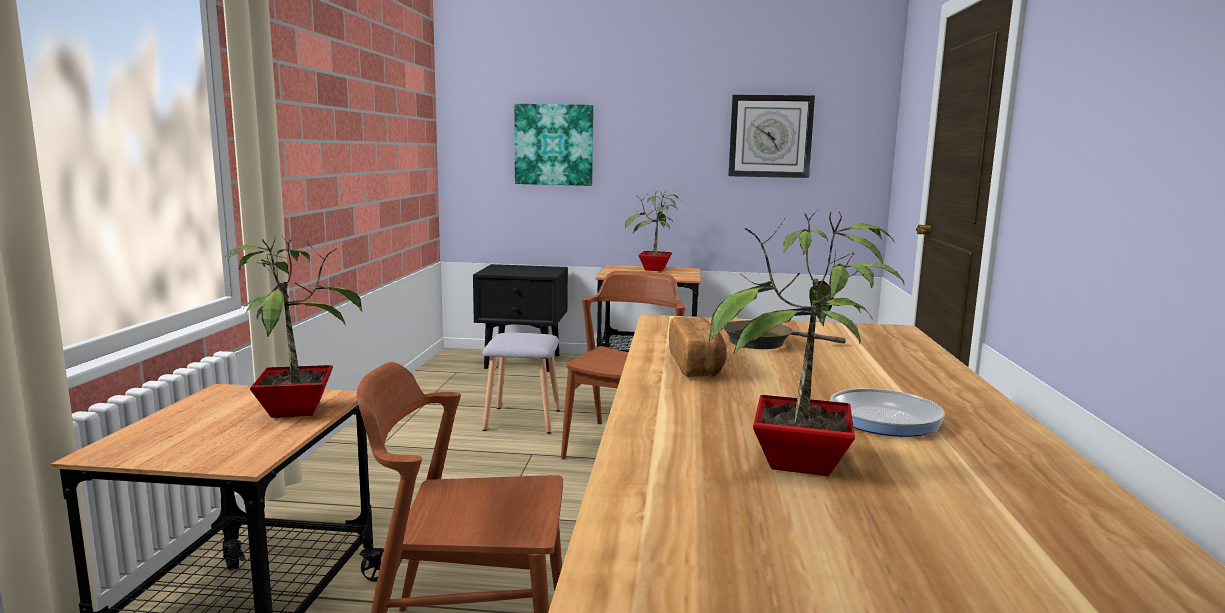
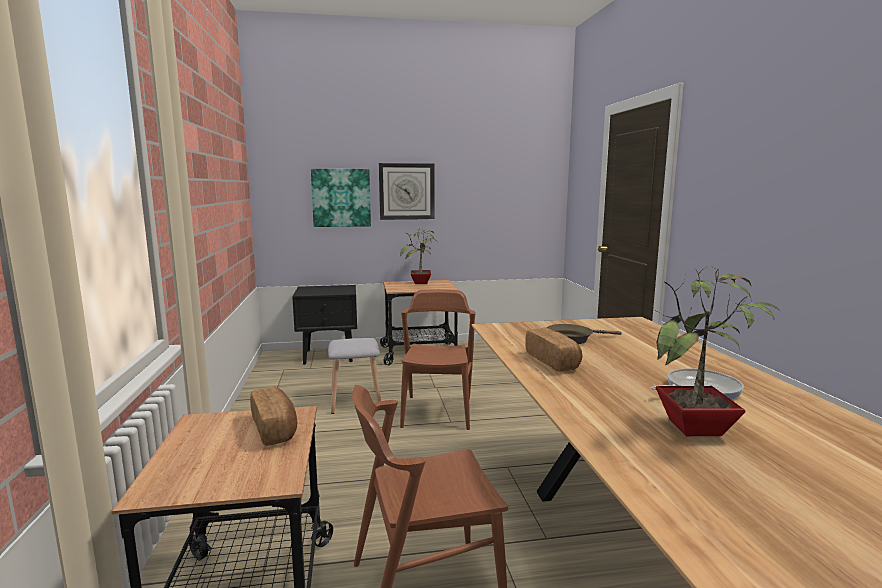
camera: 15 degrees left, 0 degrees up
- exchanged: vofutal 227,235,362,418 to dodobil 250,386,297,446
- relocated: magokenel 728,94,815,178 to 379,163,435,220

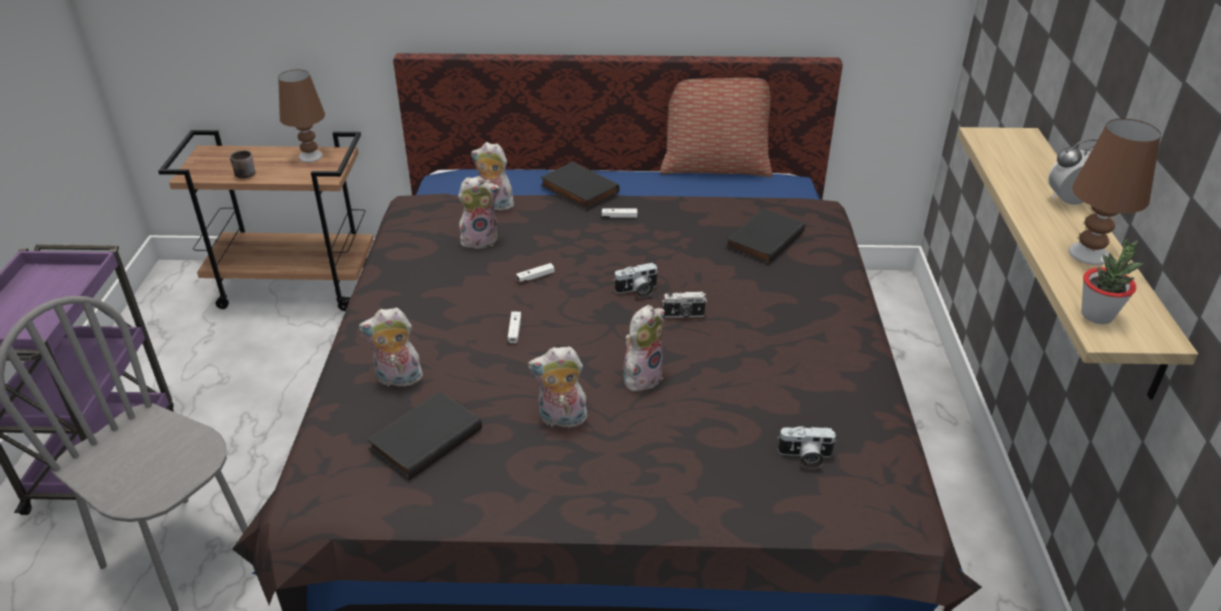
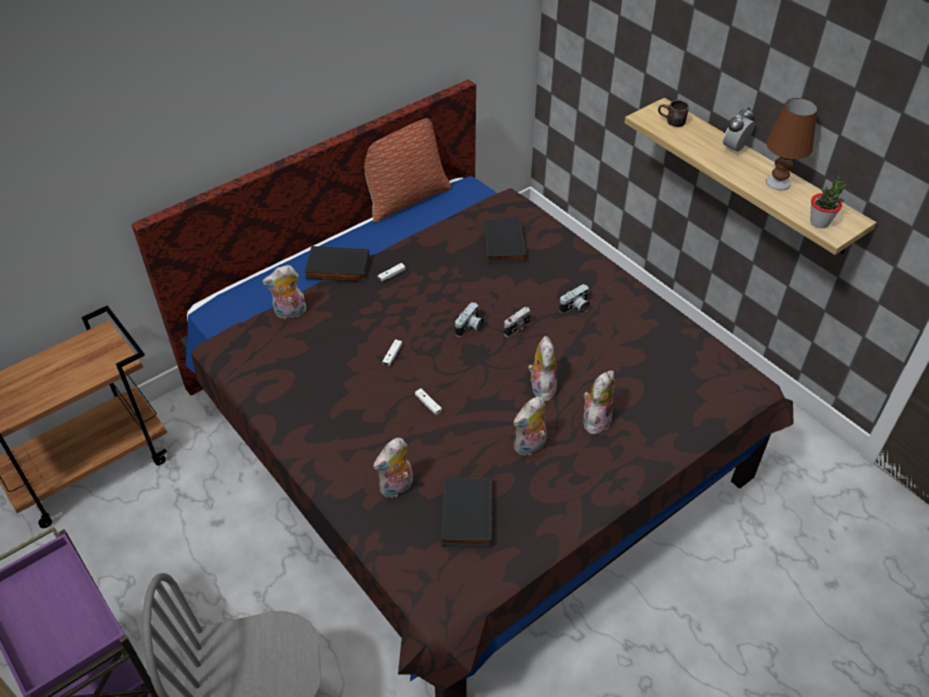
camera: 40 degrees left, 10 degrees up
- relocated: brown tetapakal 230,150,256,179 to 658,100,689,127
- missing: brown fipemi 278,70,325,162
- relocated: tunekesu 458,176,500,249 to 583,371,615,435
- relocated: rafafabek 778,426,837,469 to 559,284,590,314

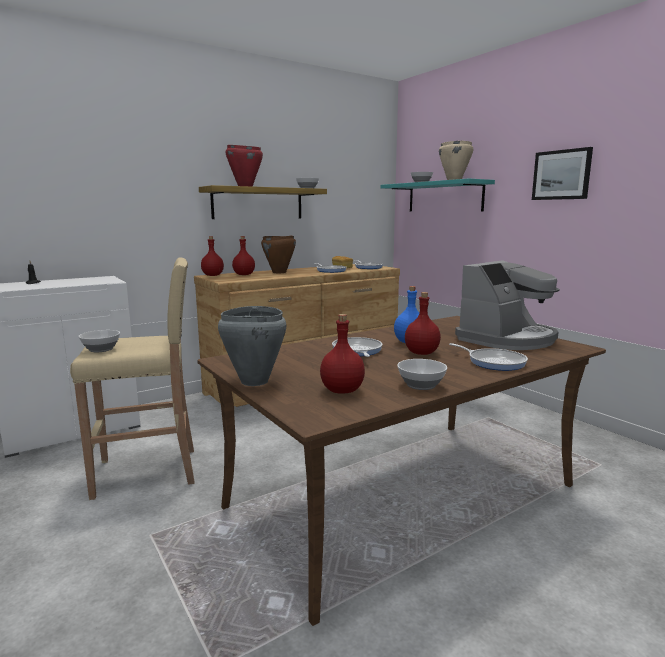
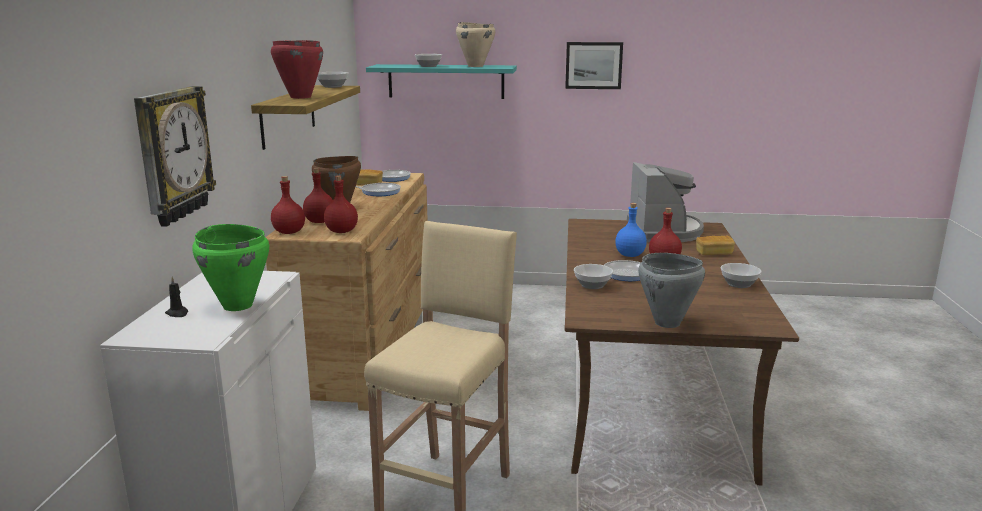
camera: 50 degrees left, 5 degrees up
- relocated: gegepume 78,330,120,352 to 574,264,613,289
- relocated: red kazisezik 320,314,365,394 to 324,175,358,233
- exchanged: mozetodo 449,343,528,371 to dodobil 696,236,735,255
- appeared: magokenel 134,86,216,227
- appeared: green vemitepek 192,224,269,311

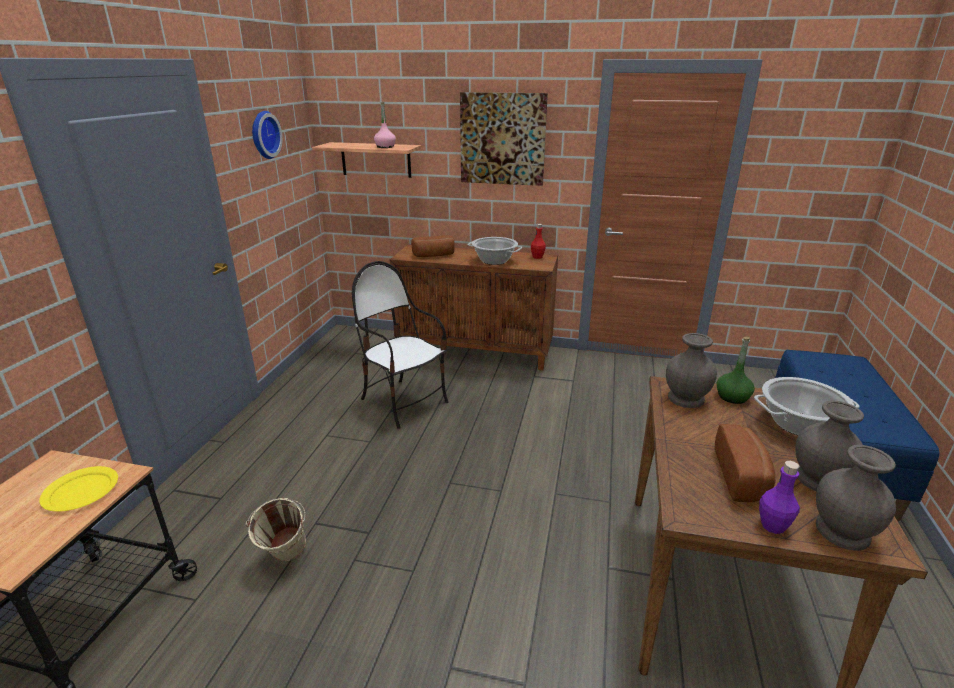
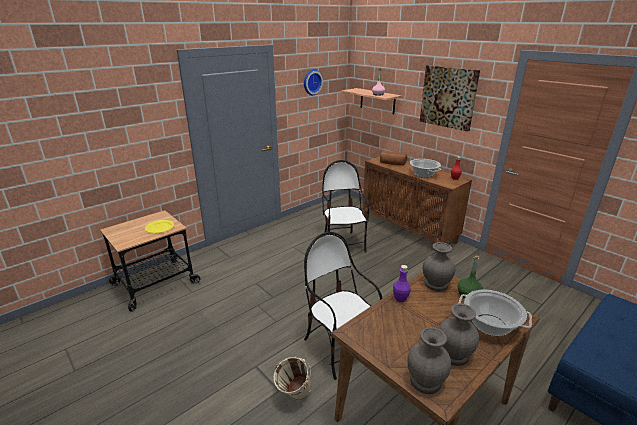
camera: 35 degrees right, 0 degrees up
- relocated: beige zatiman 246,498,306,561 to 274,357,311,400
- missing: dodobil 715,424,776,502
- relocated: purple kazisezik 759,461,800,534 to 393,265,411,302
- appeared: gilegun 304,232,383,380

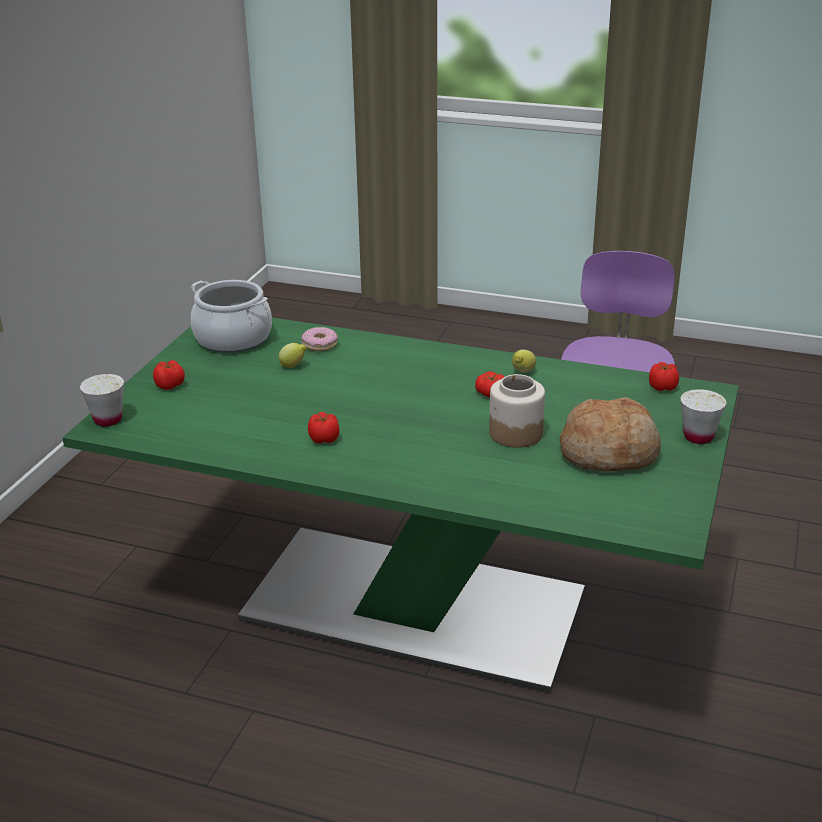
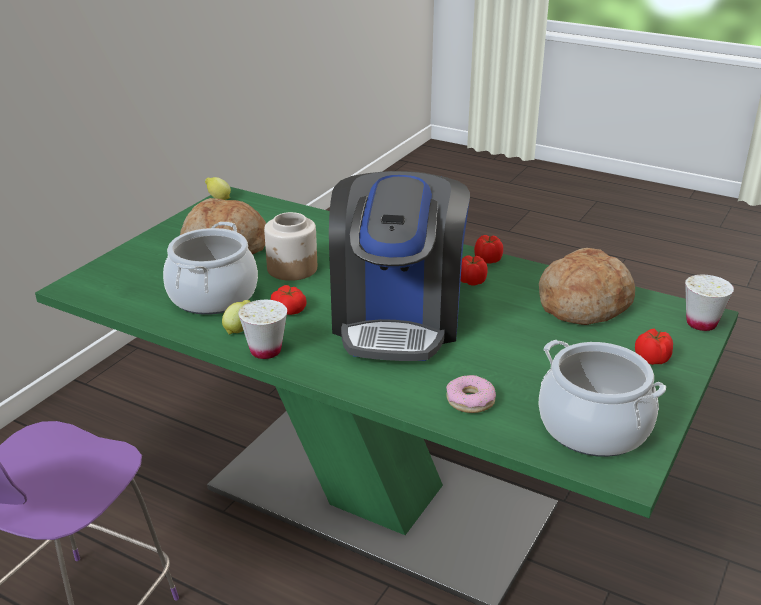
camera: 170 degrees left, 0 degrees up
- relocated: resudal 278,343,307,368 to 205,177,231,200
- relocated: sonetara 649,362,679,391 to 474,235,503,264
- relocated: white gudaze 680,389,727,444 to 238,300,287,359
- appeared: vemitepek 163,222,258,315
- appeared: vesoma 329,171,470,361
- appeared: dodobil 539,248,635,325

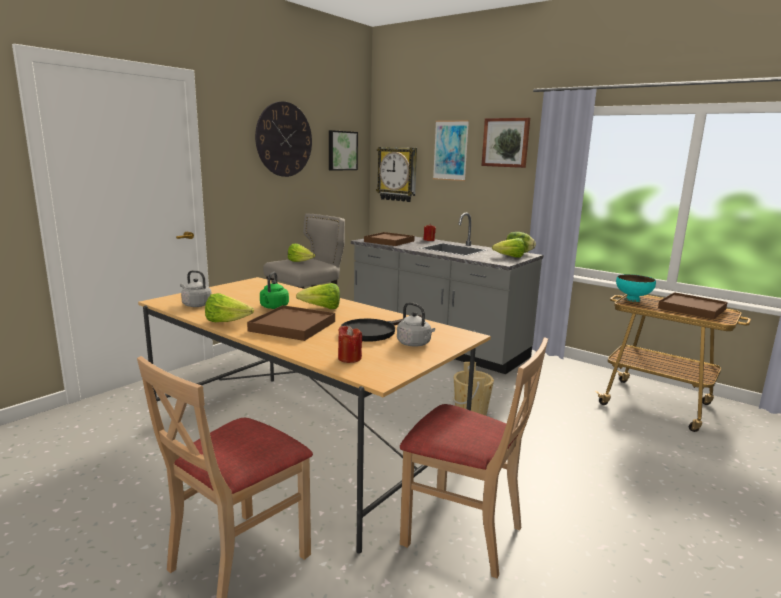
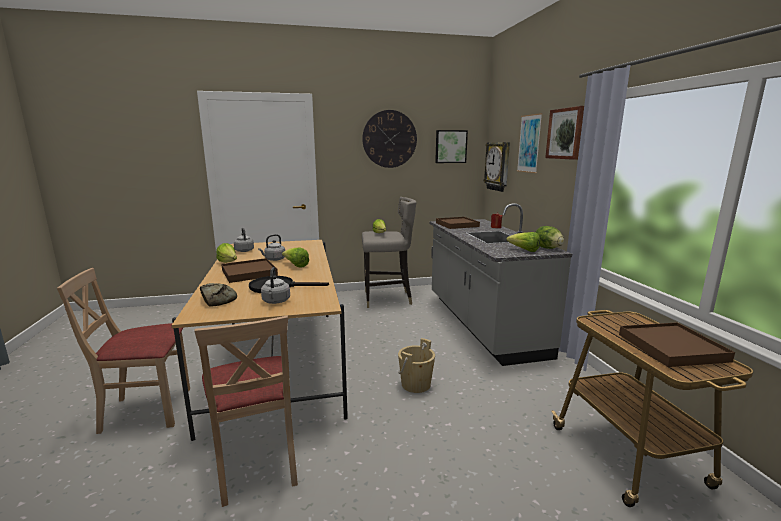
camera: 40 degrees right, 0 degrees up
- colour: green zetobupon 260,272,289,309 to grey zetobupon 258,234,285,261
- exchanged: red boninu 338,326,362,363 to dodobil 200,283,237,307
- missing: turquoise gegepume 616,274,656,302

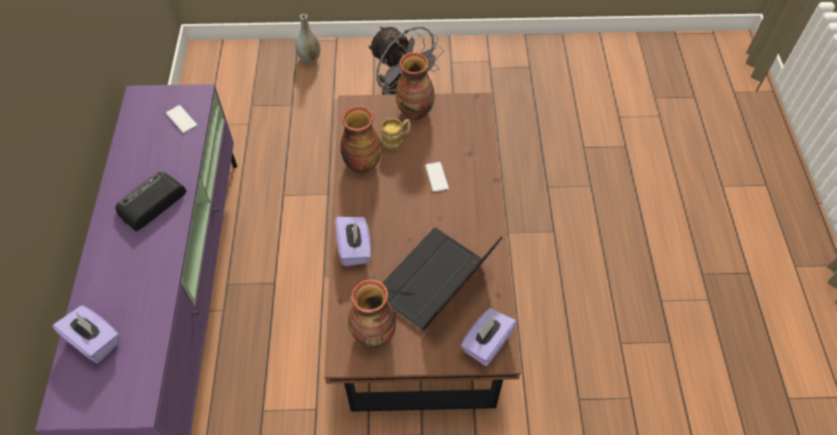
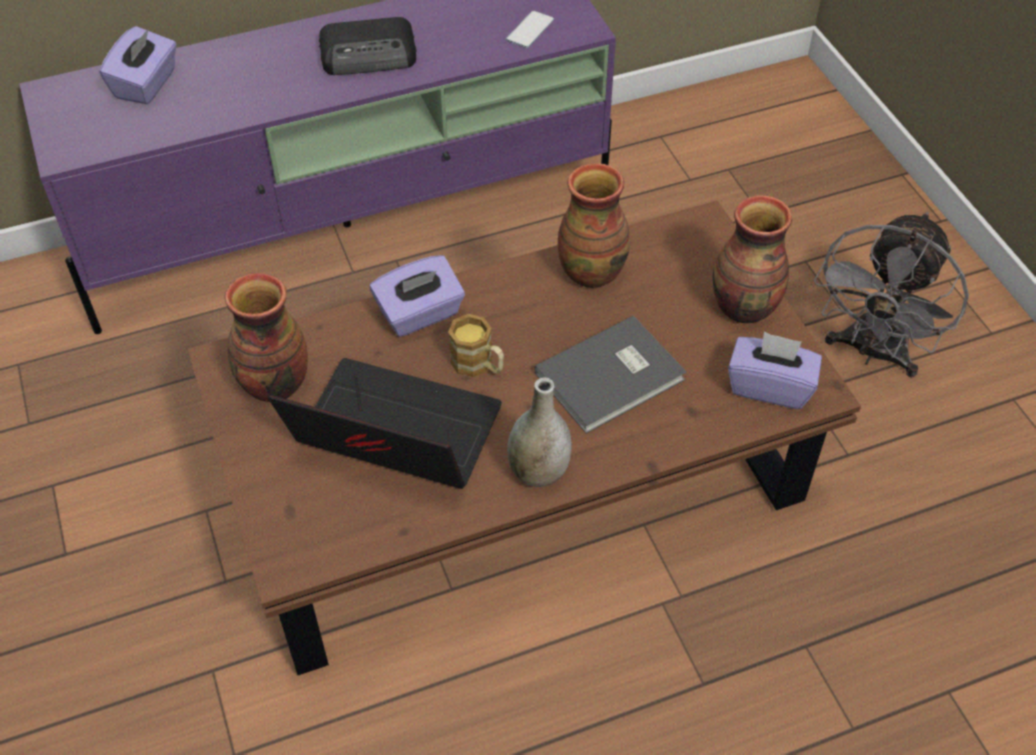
camera: 70 degrees right, 5 degrees down
- spun: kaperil 115,172,186,231 = 319,17,417,75 150 degrees clockwise
- relocated: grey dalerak 296,14,320,63 to 507,377,572,487
- relocated: tetapakal 381,117,411,150 to 448,314,504,377
- exchanged: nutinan 425,162,449,192 to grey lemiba 534,316,686,434
- relocated: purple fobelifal 460,308,517,366 to 728,332,822,409

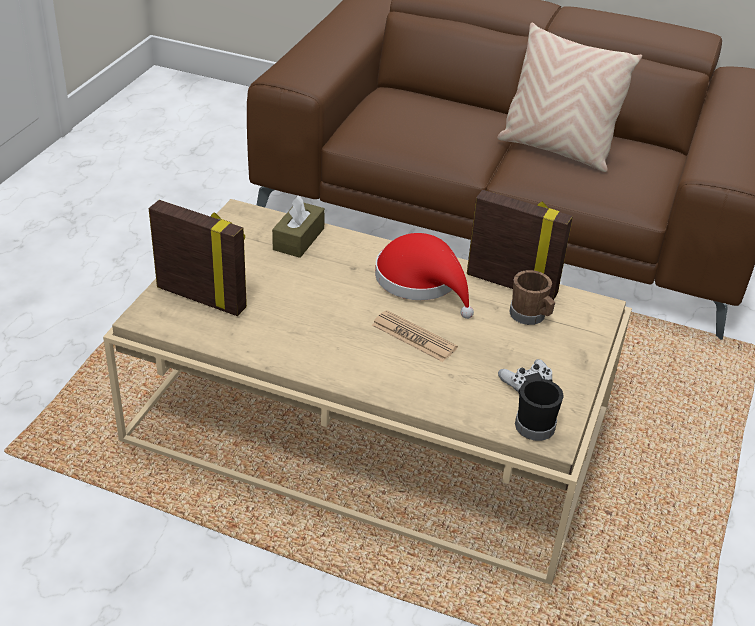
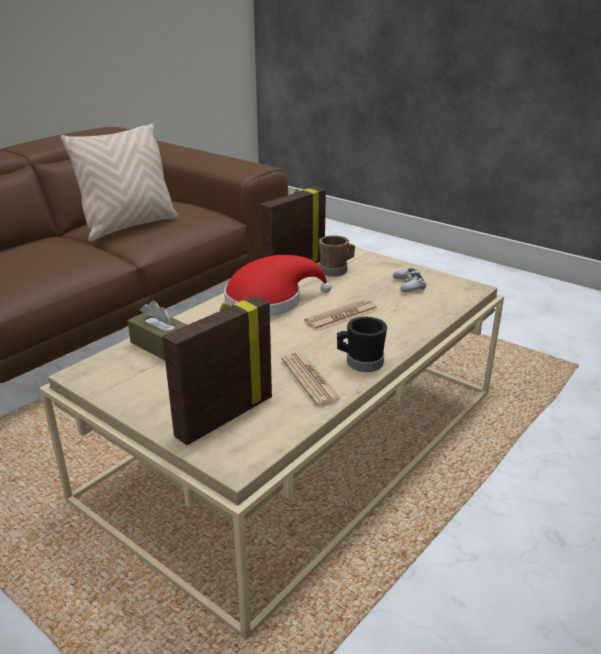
camera: 70 degrees left, 10 degrees down
- relocated: black tetapakal 515,378,564,441 to 337,317,387,372
- appeared: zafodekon 281,352,342,406

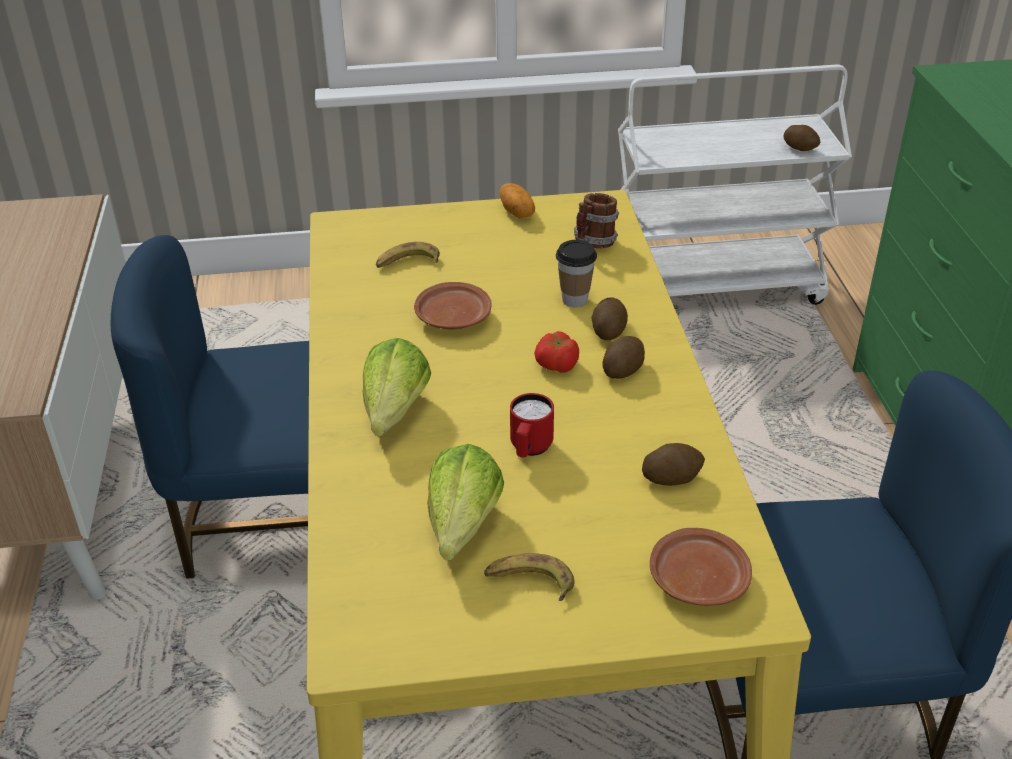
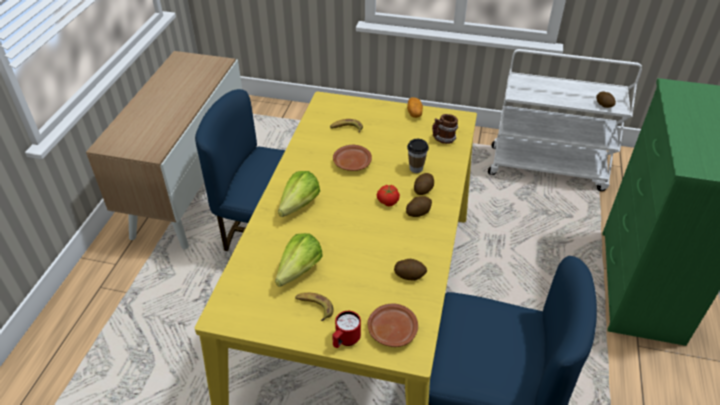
camera: 20 degrees right, 5 degrees up
- relocated: red tetapakal 510,393,554,457 to 332,311,361,348

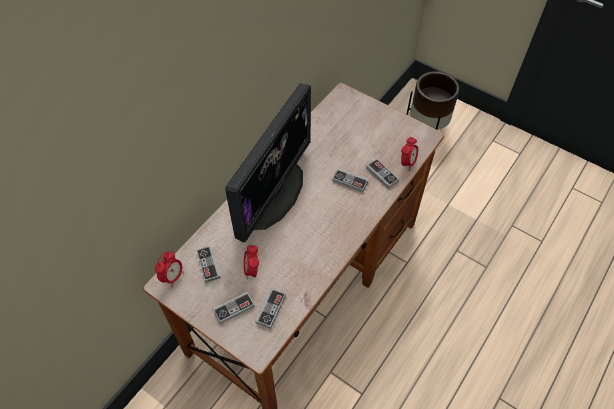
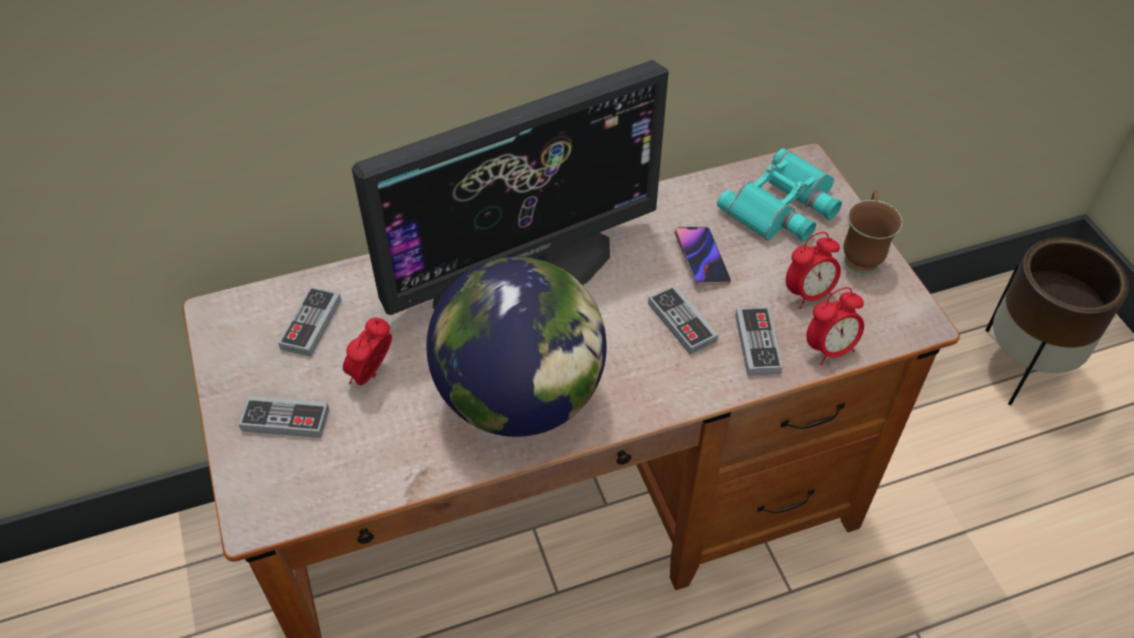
camera: 35 degrees right, 5 degrees down
- relocated: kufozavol 155,251,182,287 to 786,232,841,309
- missing: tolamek 255,289,286,329
- appeared: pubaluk 426,256,607,437
- appeared: nutinan 674,227,731,286
- appeared: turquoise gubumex 717,148,842,242
- appeared: brown tetapakal 843,190,903,274

